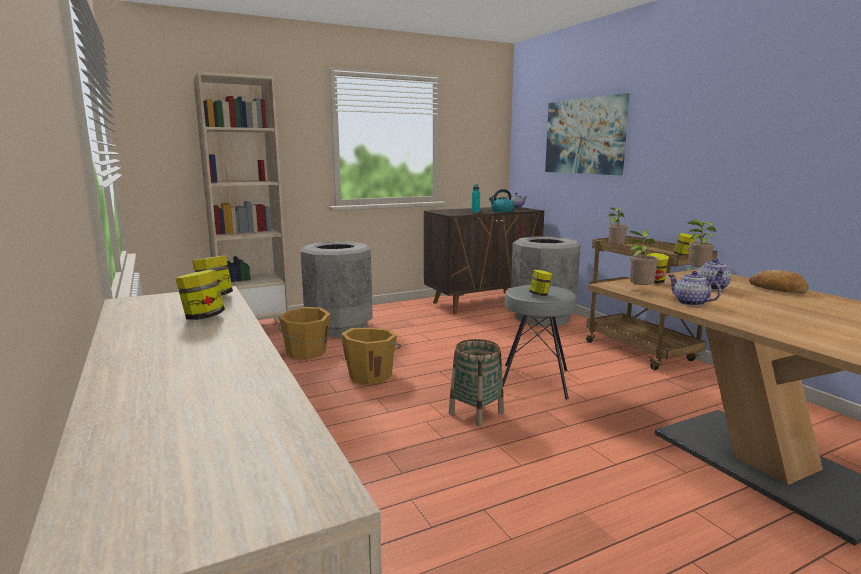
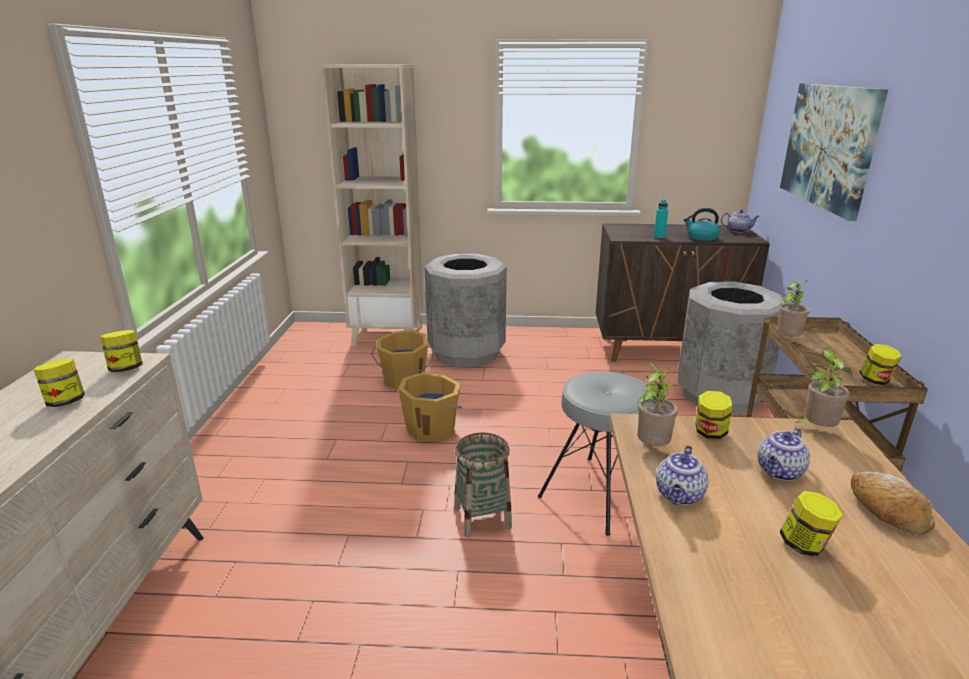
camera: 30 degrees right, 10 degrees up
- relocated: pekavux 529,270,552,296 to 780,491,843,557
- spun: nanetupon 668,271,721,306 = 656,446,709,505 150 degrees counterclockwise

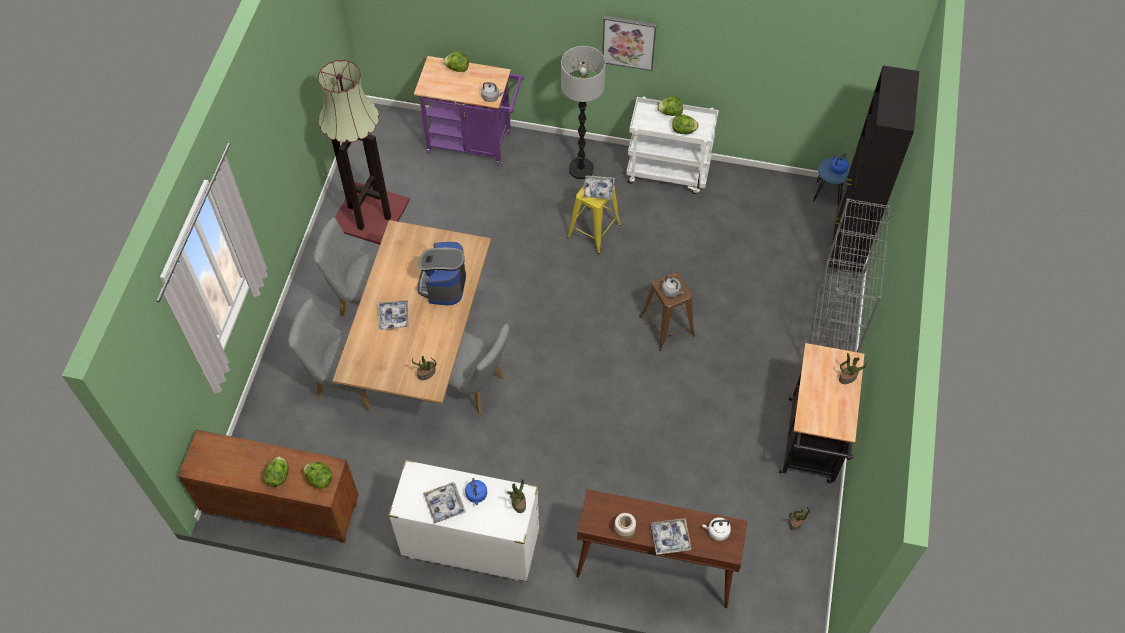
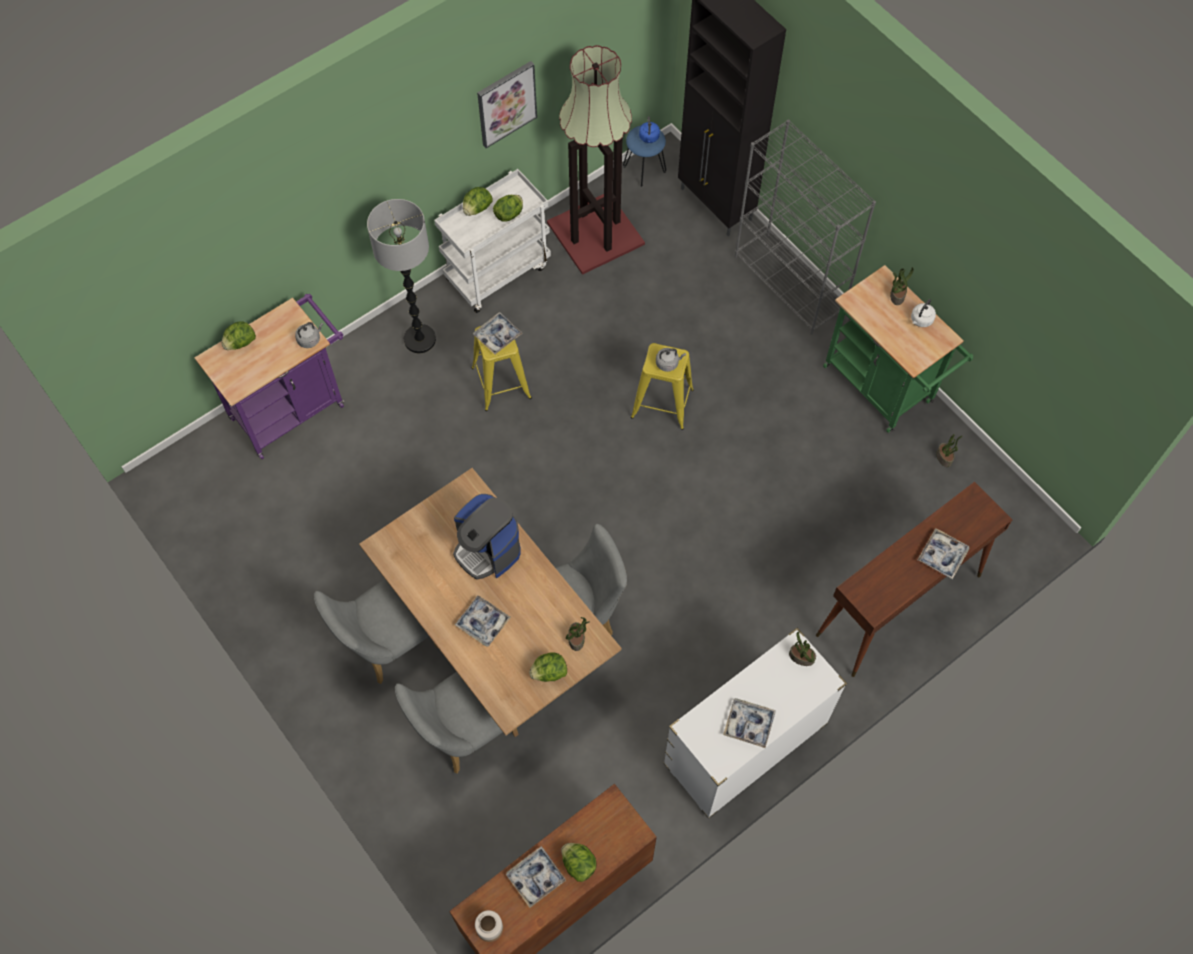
camera: 50 degrees left, 5 degrees up
- relocated: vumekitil 303,462,332,489 to 529,652,567,682
- relocated: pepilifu 318,60,410,245 to 547,45,645,275
- missing: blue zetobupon 465,478,487,505
- relocated: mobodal 602,15,657,71 to 477,61,537,148
- relocated: pekavux 614,513,636,540 to 475,910,503,942
- colour: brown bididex 639,272,695,351 to yellow bididex 631,343,694,430
- relocated: white zetobupon 702,517,731,541 to 911,299,936,327
- colour: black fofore 779,343,864,484 to green fofore 823,265,973,433
- appeared: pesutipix 506,846,566,908

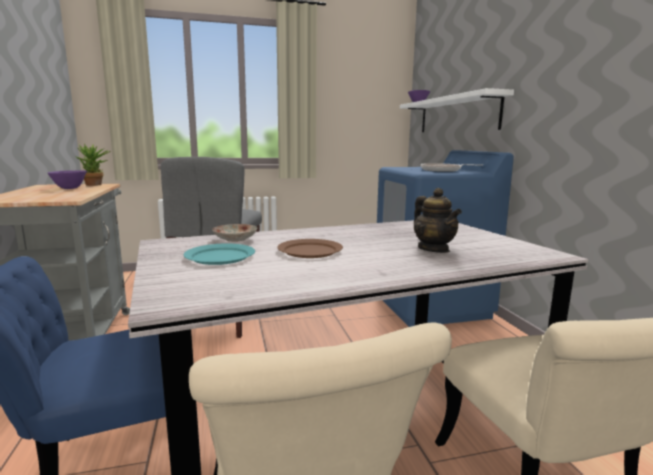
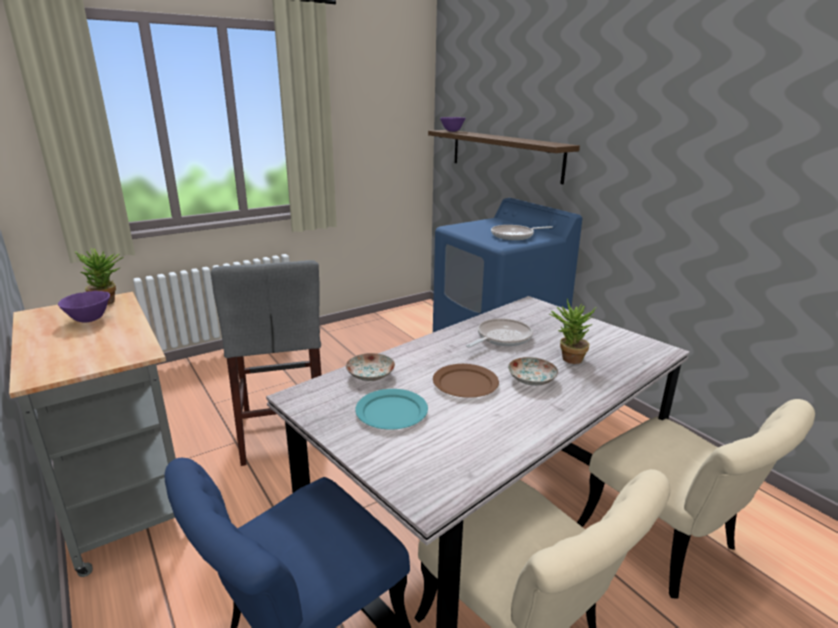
camera: 20 degrees left, 10 degrees up
- colour: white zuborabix 400,88,514,132 to brown zuborabix 428,130,580,184
- exchanged: nanetupon 414,188,462,253 to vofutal 550,299,597,364
- appeared: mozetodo 466,318,533,348
- appeared: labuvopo 508,357,558,386

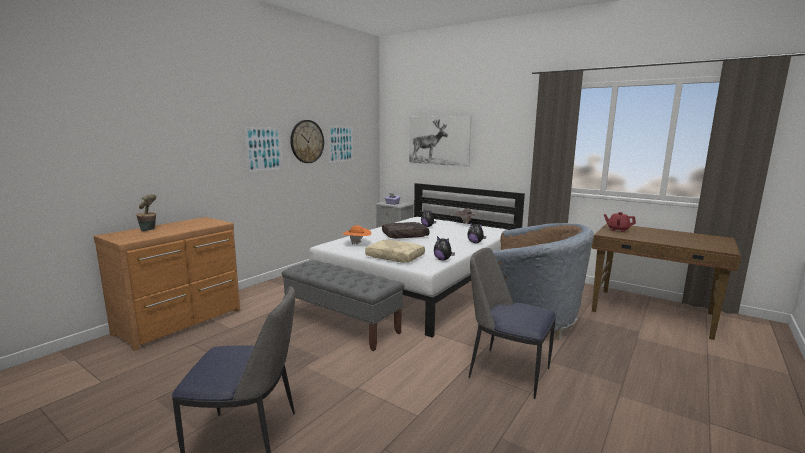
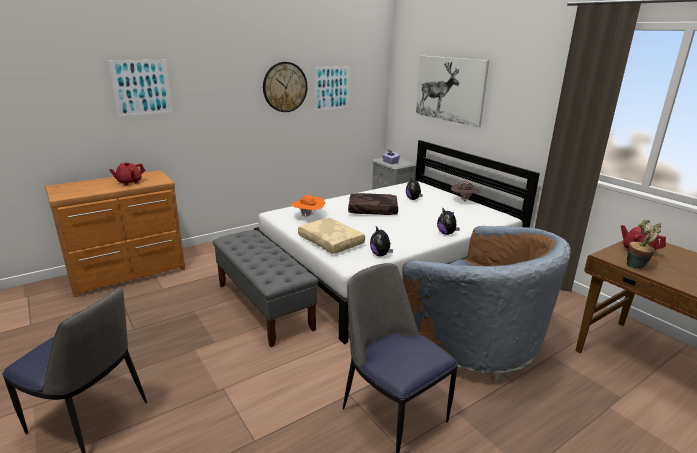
camera: 20 degrees right, 10 degrees up
- relocated: vofutal 136,194,156,231 to 626,220,661,269
- relocated: mobodal 244,127,283,172 to 108,60,173,117
- appeared: red nanetupon 109,162,145,186

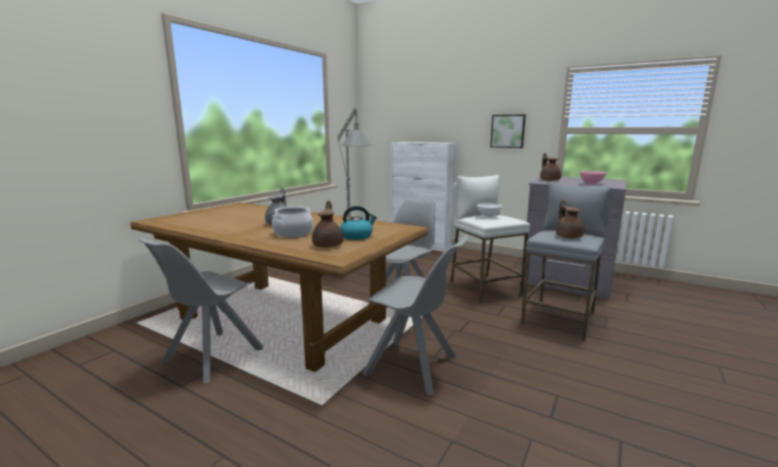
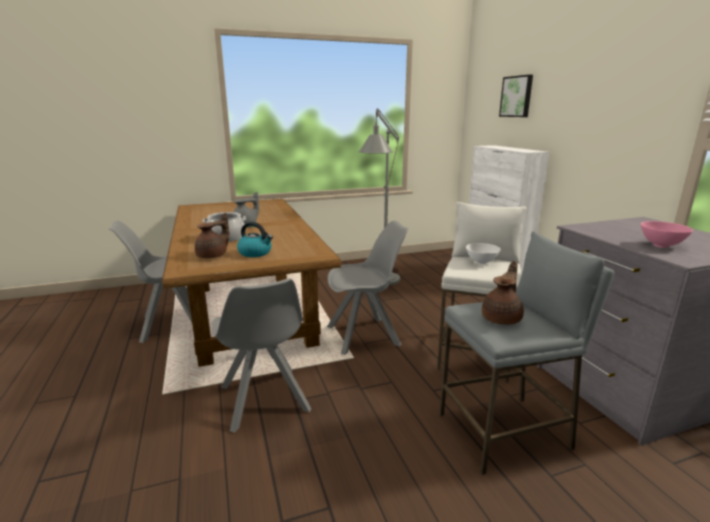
camera: 40 degrees right, 5 degrees up
- relocated: mobodal 490,114,526,148 to 499,75,533,117
- missing: brown nanetupon 540,153,561,181

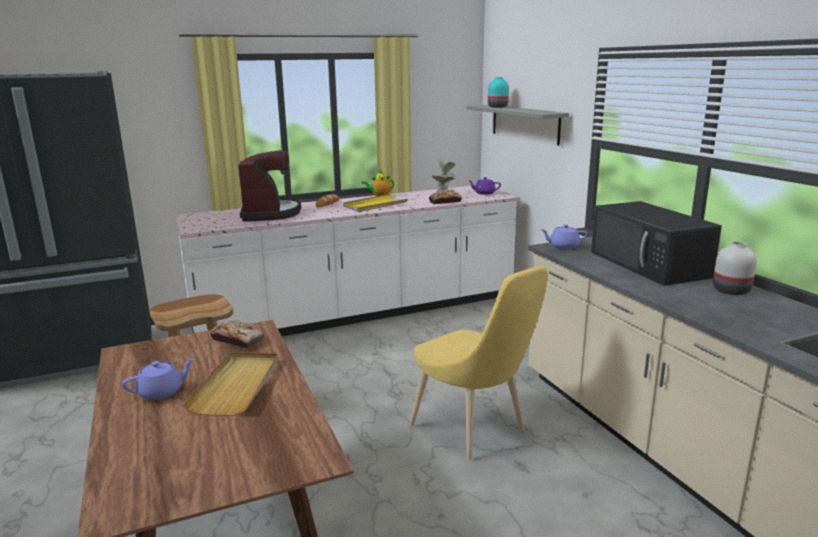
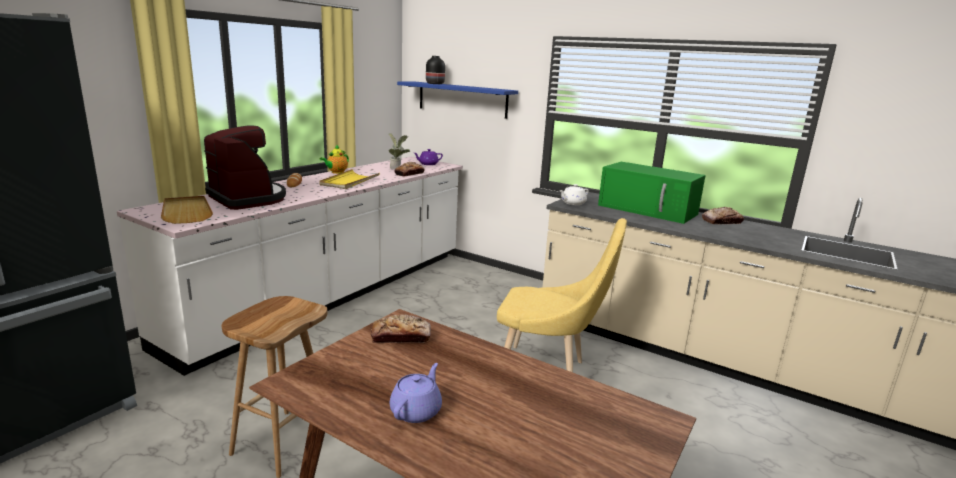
camera: 35 degrees left, 0 degrees up
- relocated: beige pesutipix 182,352,278,416 to 161,196,213,224
- colour: grey zuborabix 466,105,569,146 to blue zuborabix 397,81,518,119
- colour: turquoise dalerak 488,77,509,108 to black dalerak 426,56,445,84
- colour: purple nanetupon 542,224,588,249 to white nanetupon 559,184,589,205
- colour: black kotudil 591,201,722,286 to green kotudil 598,162,706,224
- exchanged: white dalerak 713,241,757,295 to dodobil 702,207,744,224

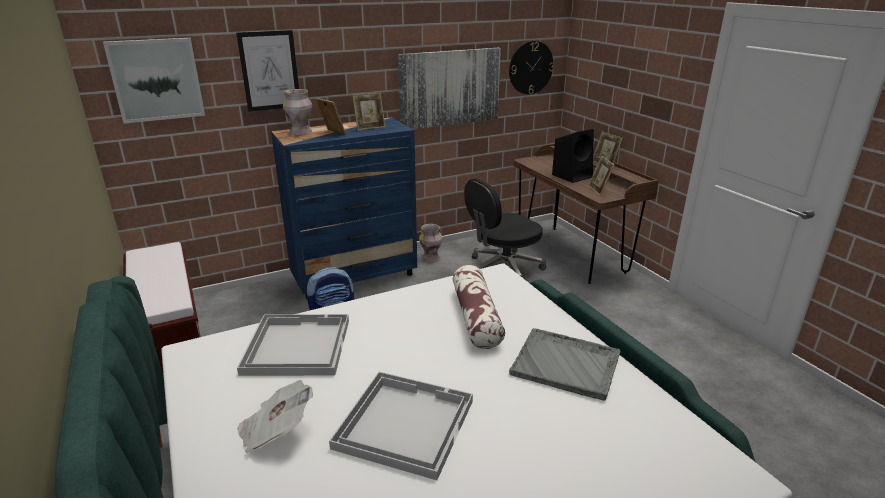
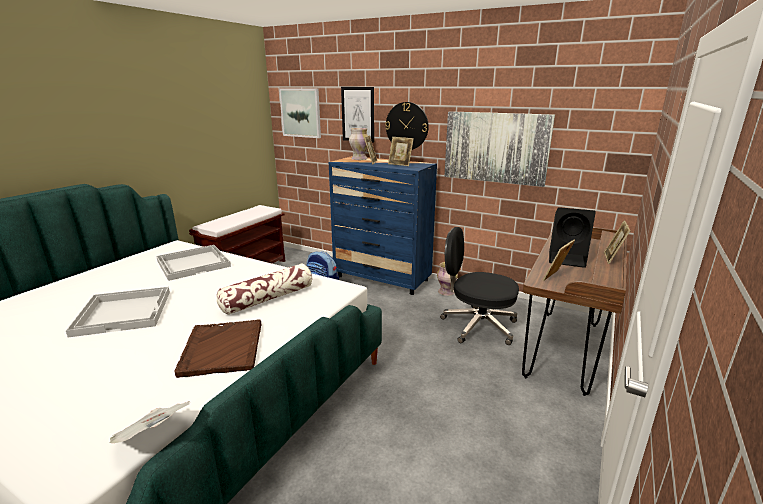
camera: 55 degrees right, 5 degrees down
- relocated: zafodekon 237,380,313,453 to 110,401,190,443
- relocated: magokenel 509,41,554,95 to 385,102,429,150
- colour: grey pesutipix 509,328,621,401 to brown pesutipix 175,319,262,378

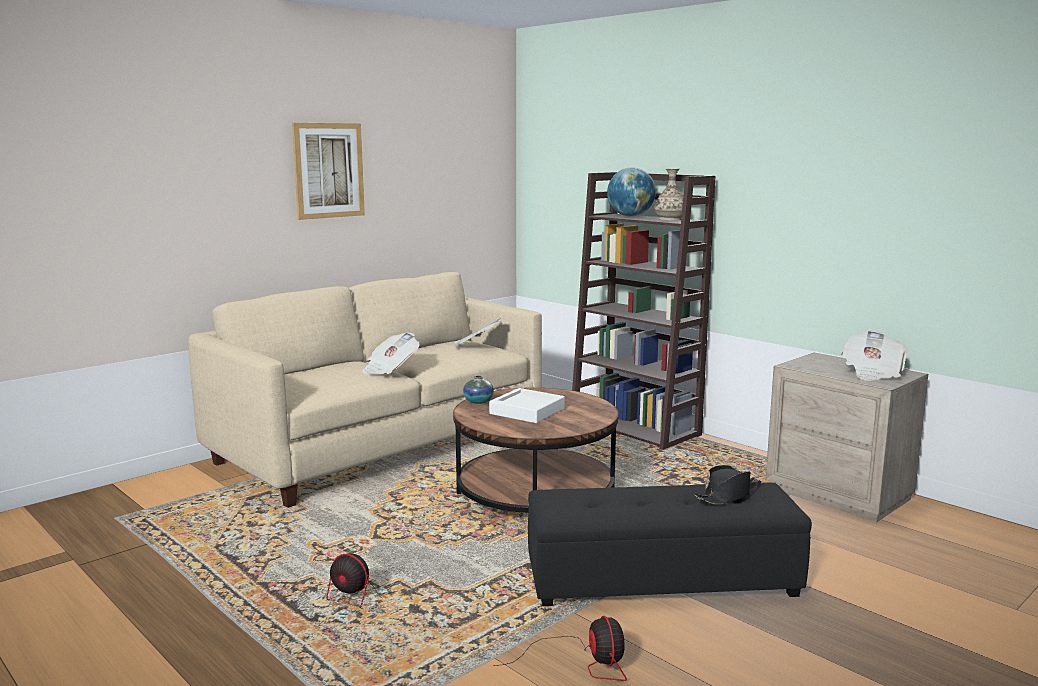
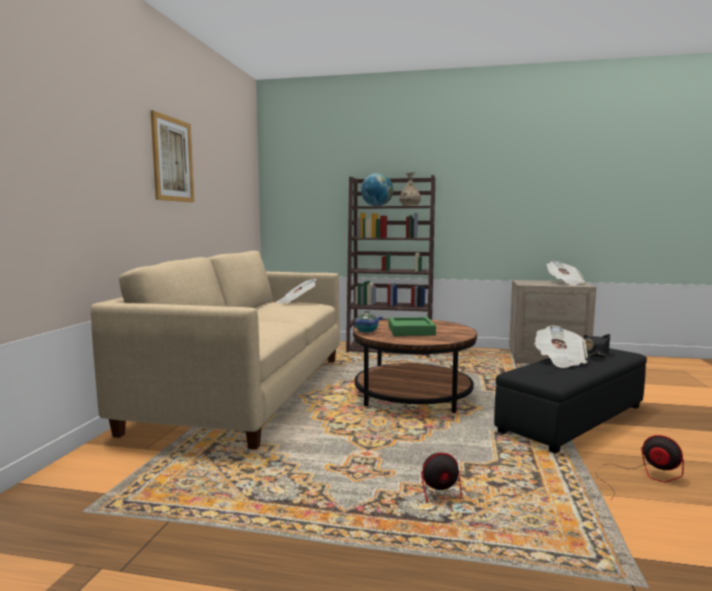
camera: 35 degrees left, 5 degrees down
- relocated: zafodekon 362,332,420,375 to 534,325,588,368
- colour: white pesutipix 489,388,565,423 to green pesutipix 389,317,436,336

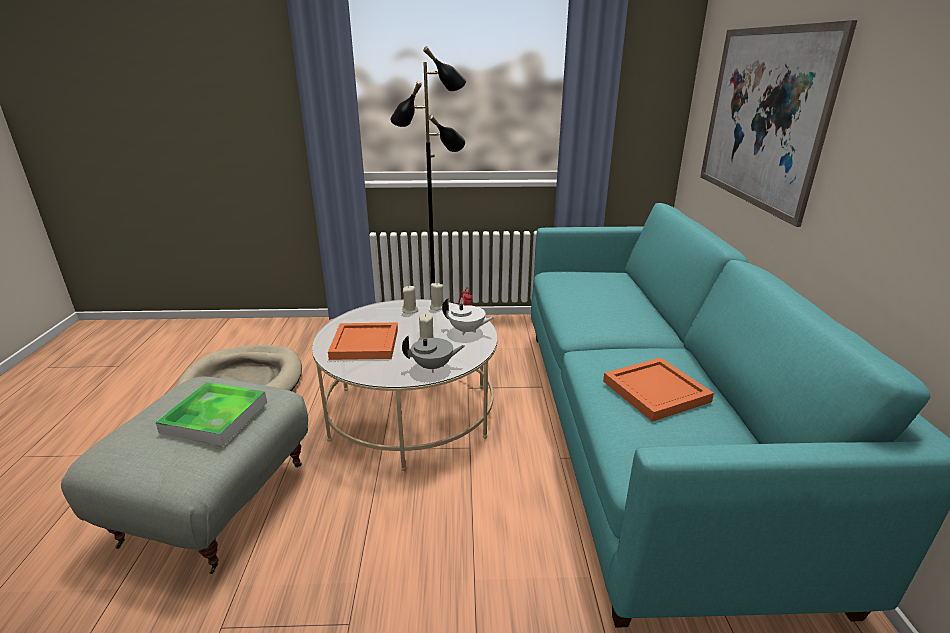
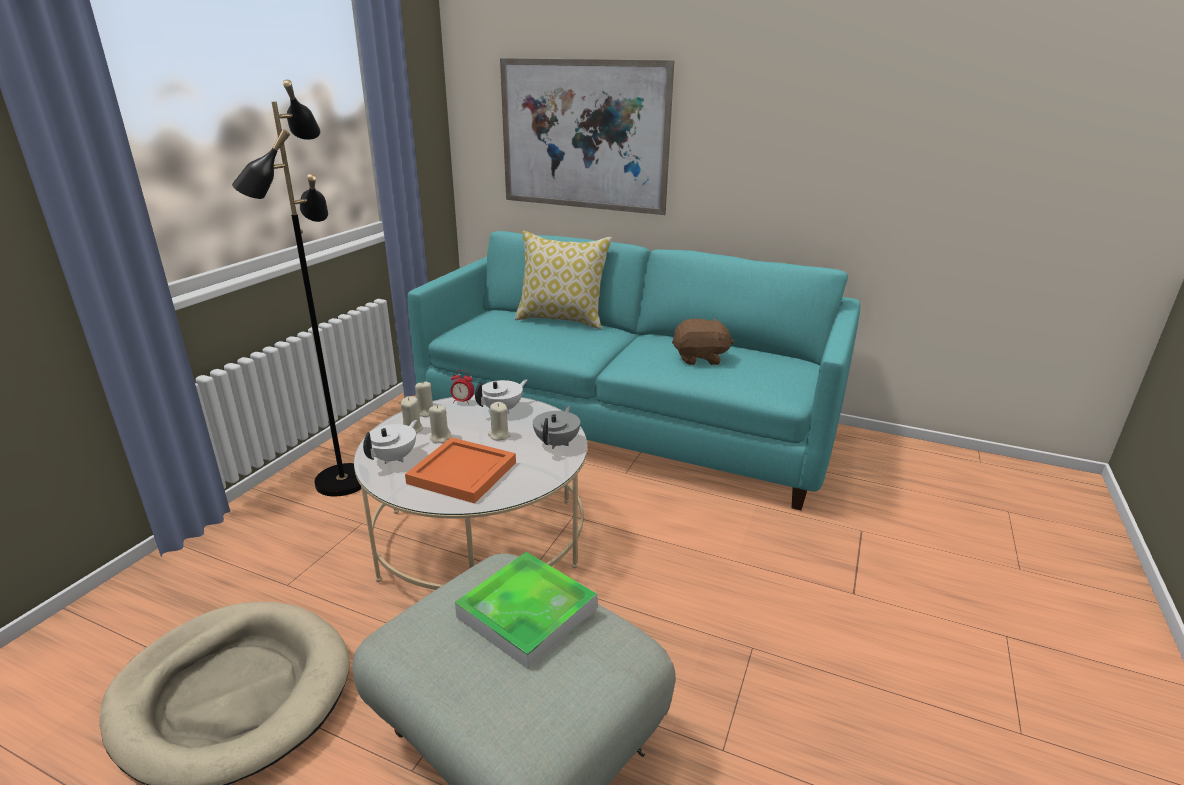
camera: 65 degrees left, 0 degrees up
- exchanged: orange pesutipix 603,357,714,422 to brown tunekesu 672,318,734,365
- appeared: white nanetupon 363,420,417,464
- appeared: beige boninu 429,405,451,443
- appeared: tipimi 515,231,612,329

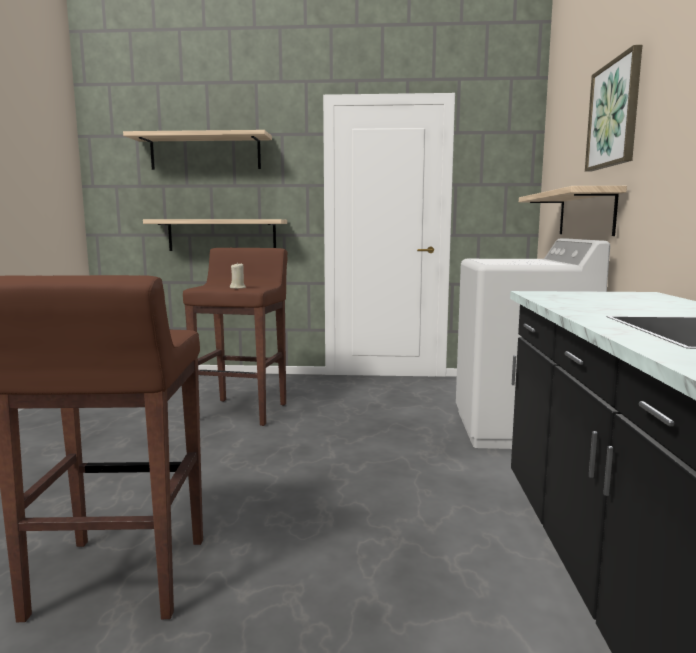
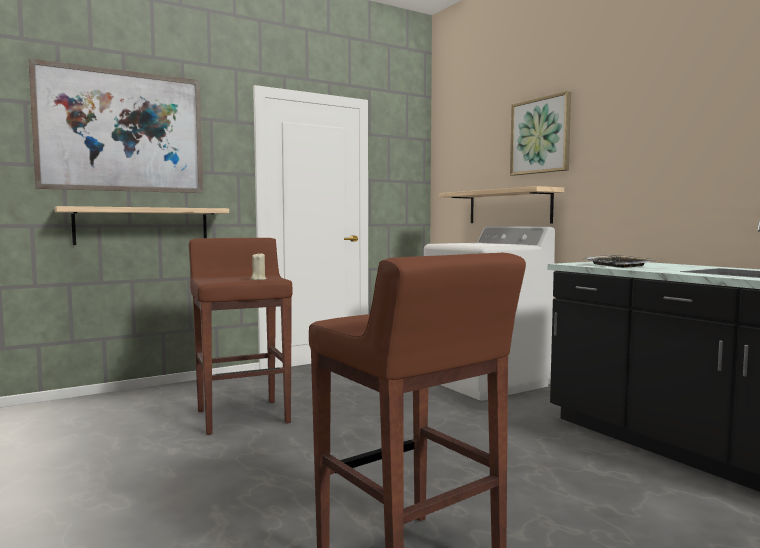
camera: 35 degrees left, 5 degrees down
- exchanged: zuborabix 123,130,272,170 to mobodal 28,58,203,193
- appeared: pesutipix 584,255,655,268

